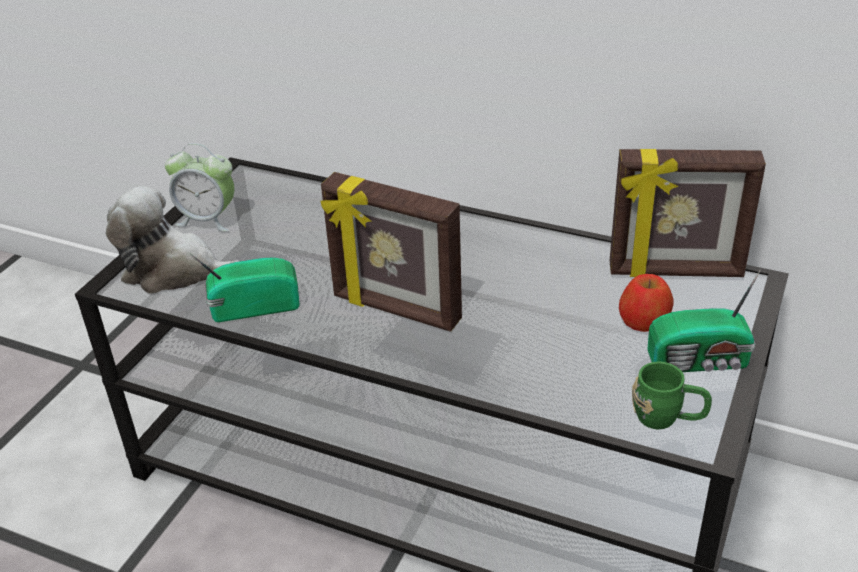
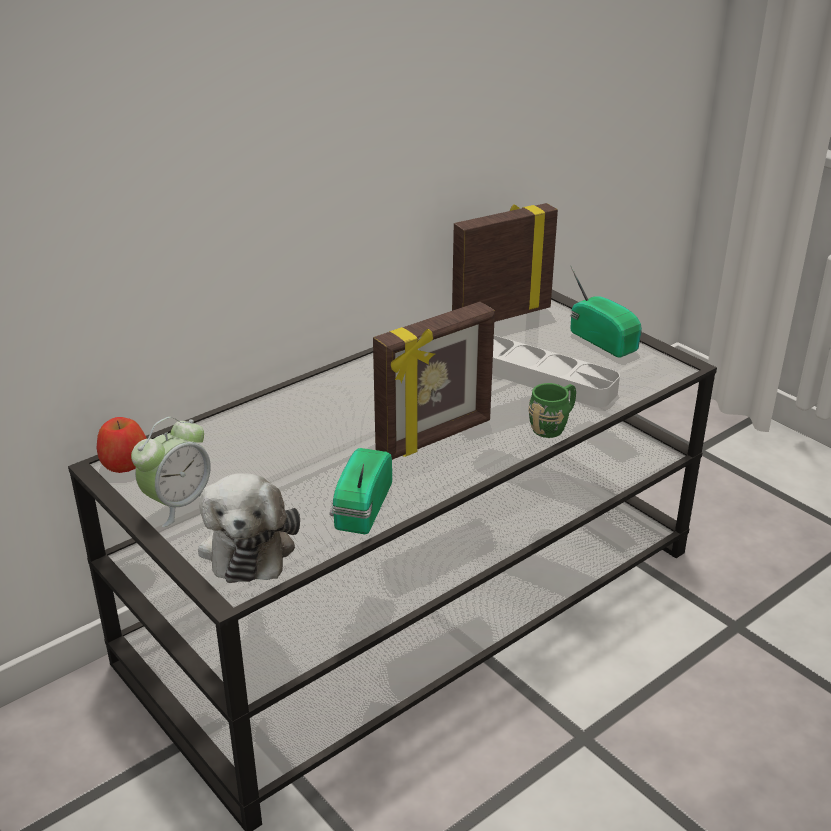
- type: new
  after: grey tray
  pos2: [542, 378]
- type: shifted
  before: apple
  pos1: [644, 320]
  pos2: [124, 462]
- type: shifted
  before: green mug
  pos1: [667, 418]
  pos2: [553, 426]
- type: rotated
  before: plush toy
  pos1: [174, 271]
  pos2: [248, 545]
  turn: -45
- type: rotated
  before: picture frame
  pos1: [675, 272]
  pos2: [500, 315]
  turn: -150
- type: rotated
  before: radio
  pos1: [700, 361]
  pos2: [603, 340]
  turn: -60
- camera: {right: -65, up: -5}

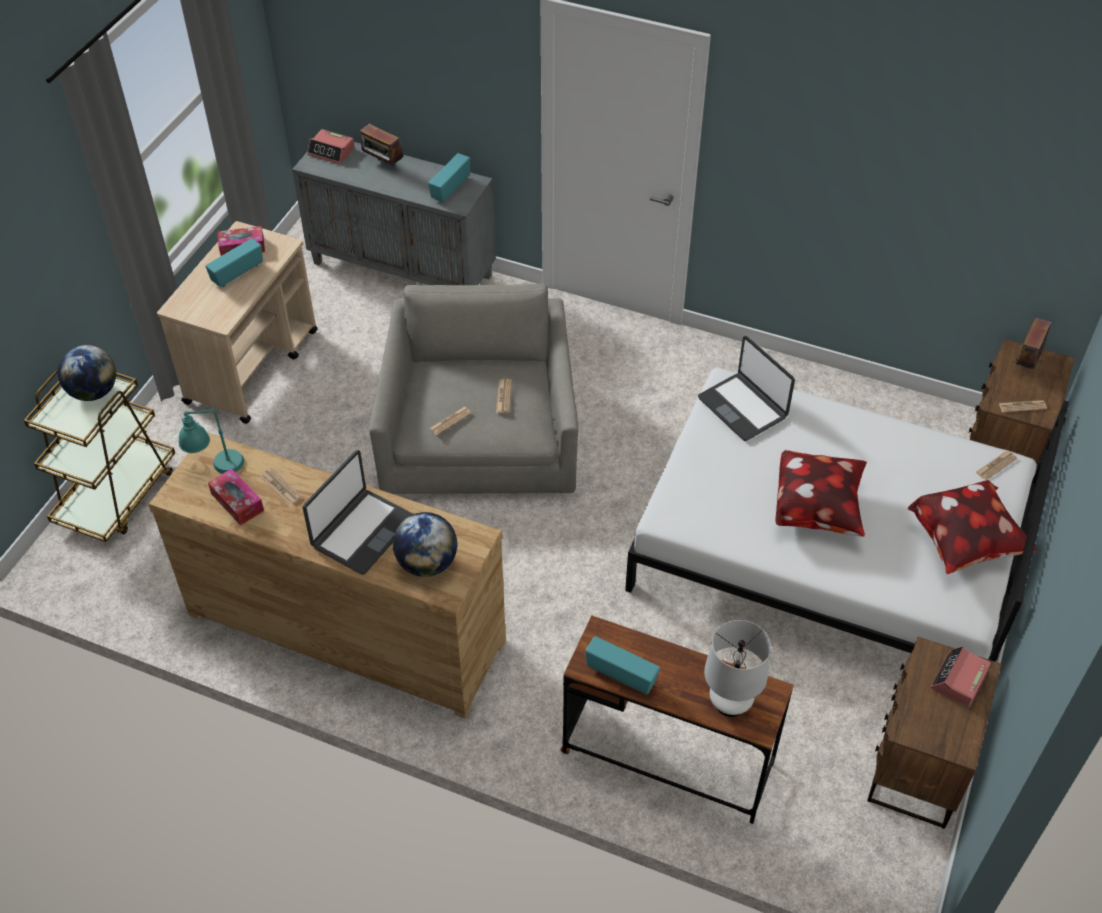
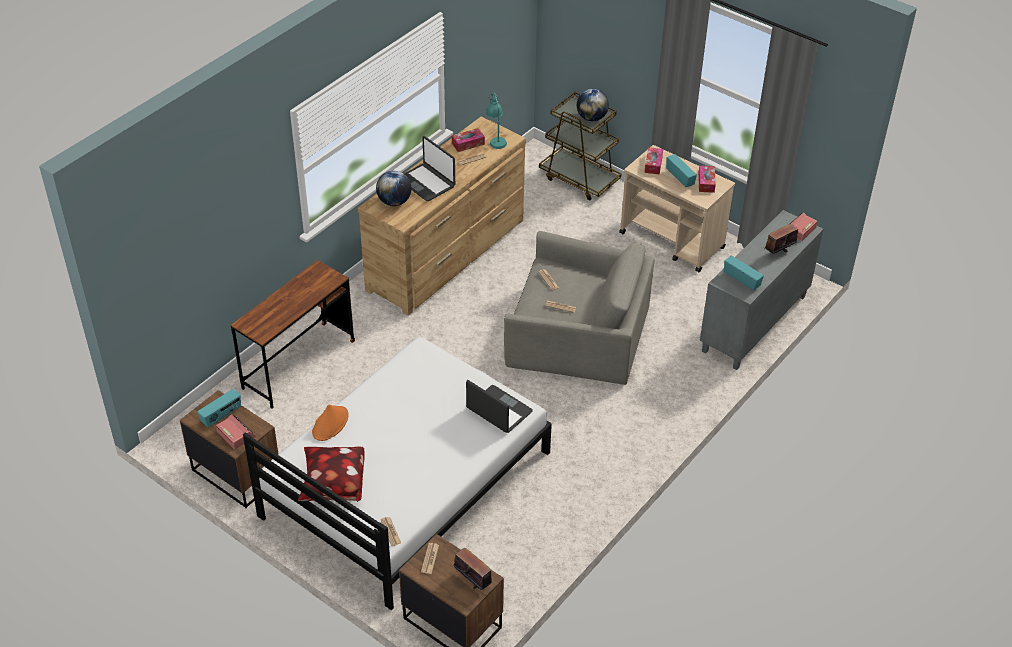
- type: gone
  before: white table lamp
  pos1: [730, 703]
- type: gone
  before: pillow
  pos1: [817, 509]
- type: new
  after: orange hat
  pos2: [330, 424]
- type: new
  after: tissue box
  pos2: [653, 164]
- type: shifted
  before: radio
  pos1: [621, 675]
  pos2: [221, 416]
- type: rotated
  before: laptop
  pos1: [743, 407]
  pos2: [498, 411]
  turn: 60
- camera: {right: 105, up: -5}

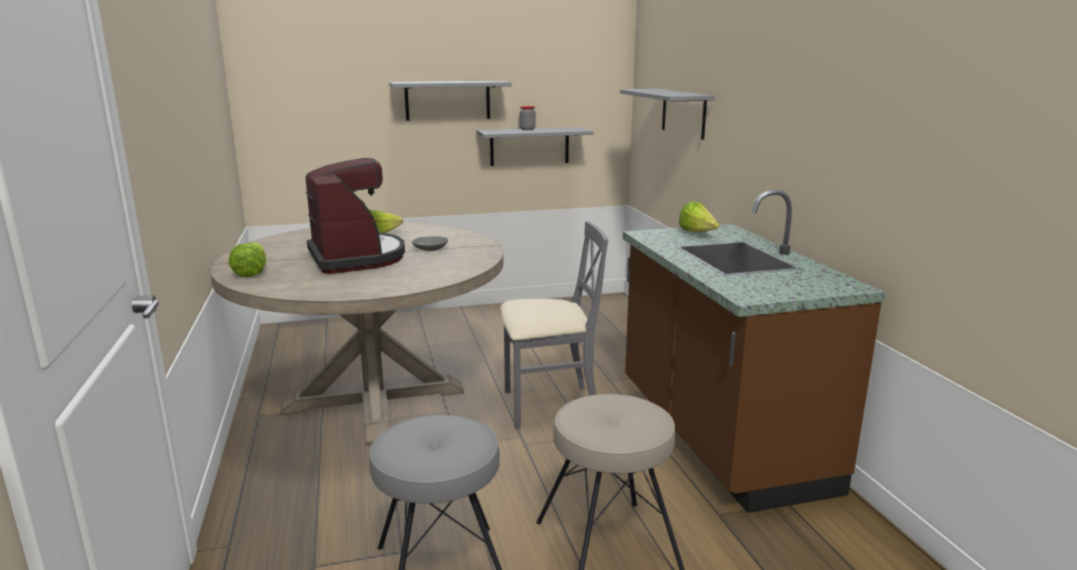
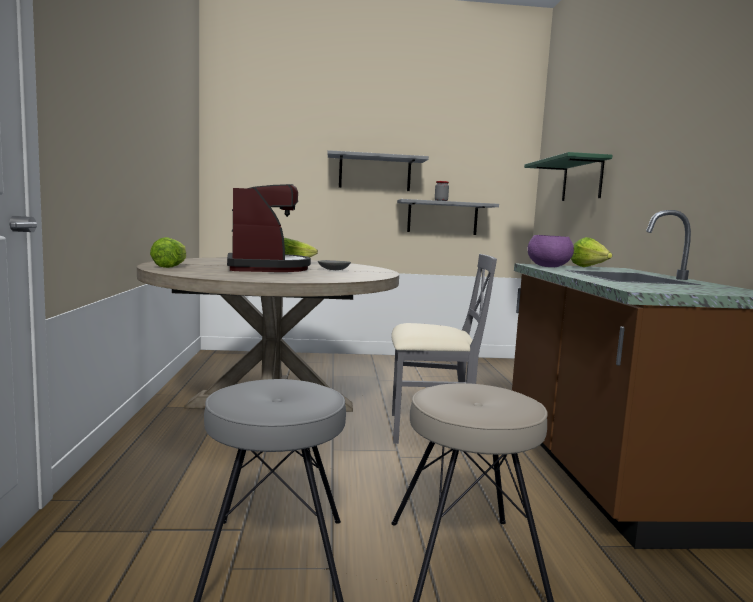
- type: new
  after: purple bowl
  pos2: [548, 266]
- type: repainted
  before: grey shelf
  after: green shelf
  pos1: [683, 113]
  pos2: [582, 180]
- camera: {right: 10, up: -10}

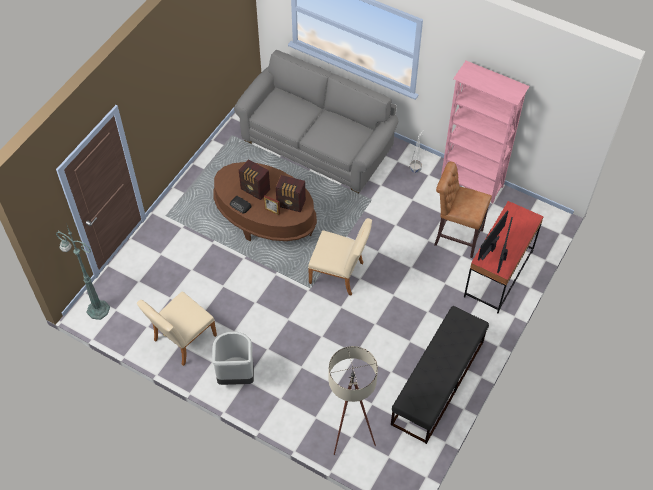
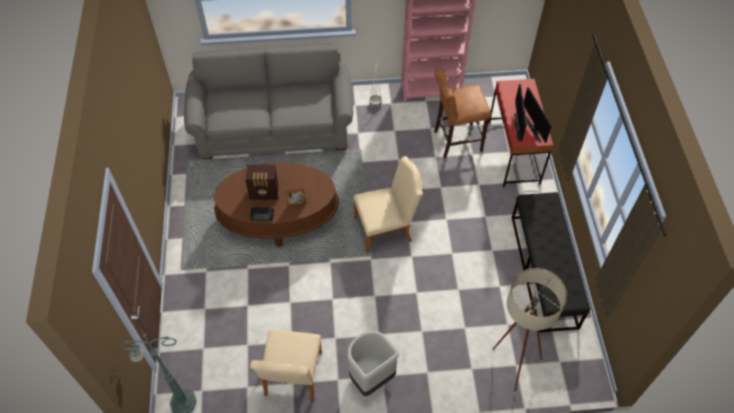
- type: gone
  before: radio
  pos1: [291, 204]
- camera: {right: -35, up: 0}

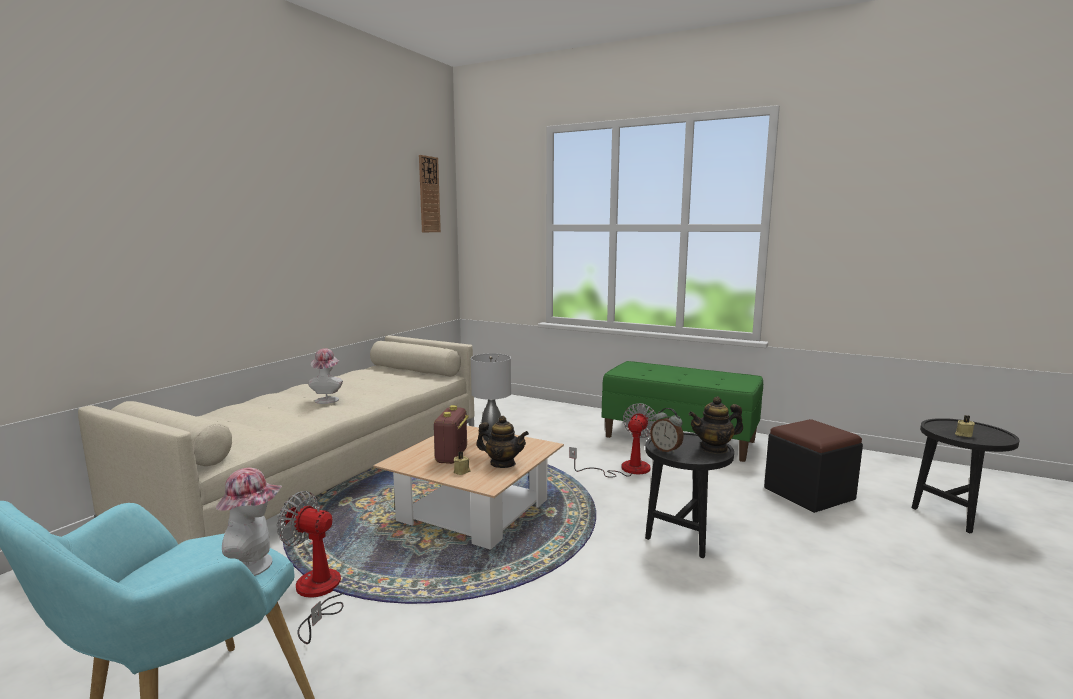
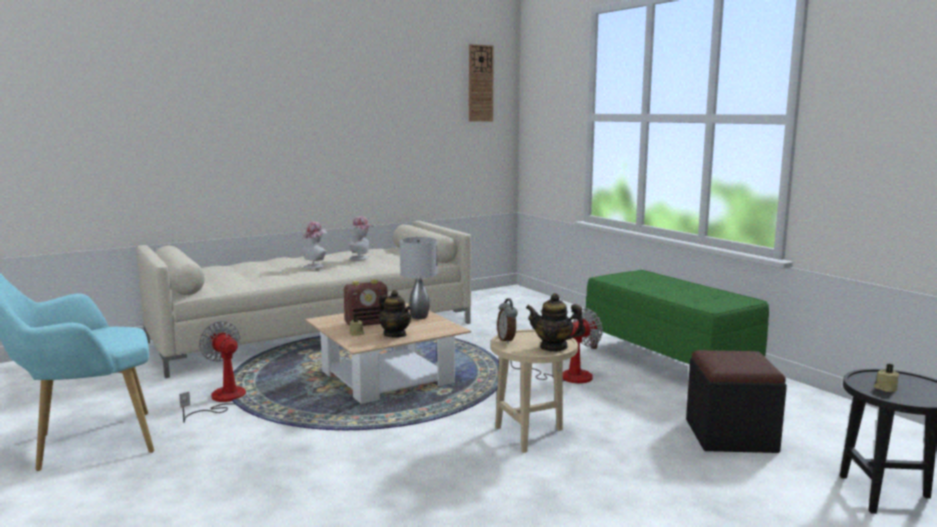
- type: shifted
  before: hat
  pos1: [255, 565]
  pos2: [361, 258]
- type: repainted
  before: black side table
  after: beige side table
  pos1: [684, 536]
  pos2: [532, 435]
- type: rotated
  before: radio
  pos1: [451, 456]
  pos2: [367, 323]
  turn: -150
- camera: {right: 30, up: 0}

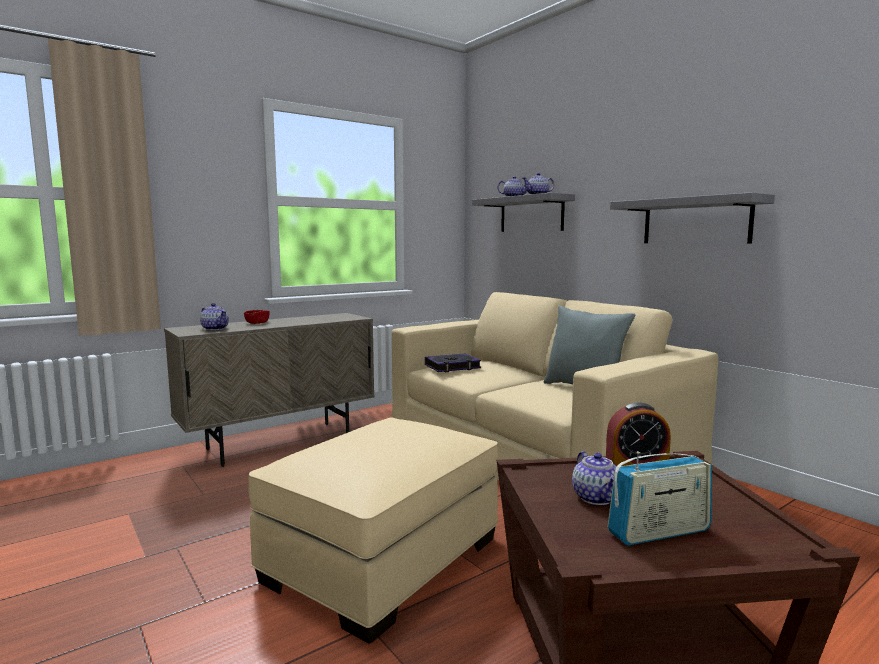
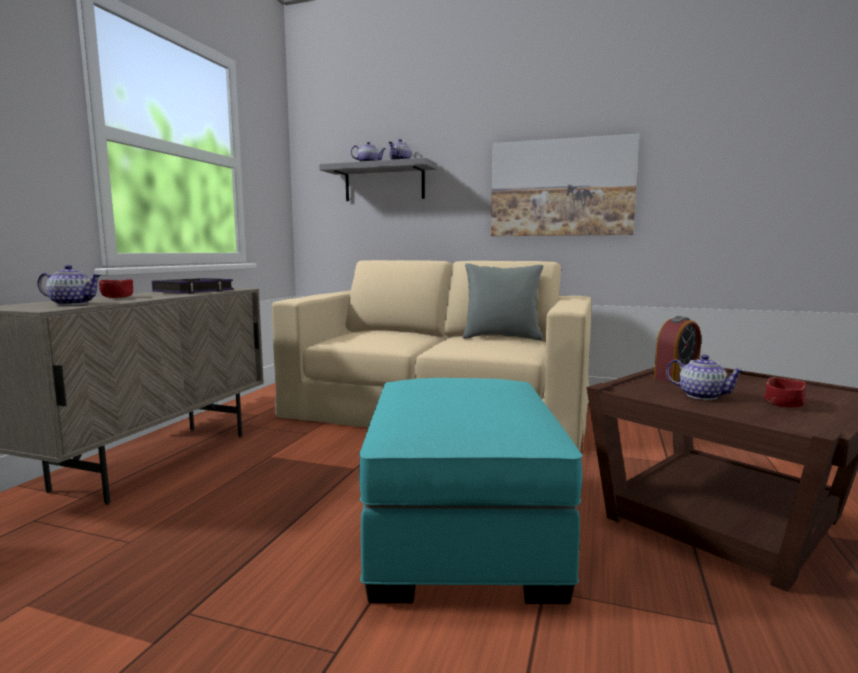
- type: shifted
  before: book
  pos1: [452, 367]
  pos2: [194, 291]
- type: swapped
  before: radio
  after: red bowl
  pos1: [659, 532]
  pos2: [783, 404]
- type: swapped
  before: grey shelf
  after: picture
  pos1: [695, 221]
  pos2: [561, 188]
- type: repainted
  before: beige ottoman
  after: turquoise ottoman
  pos1: [382, 560]
  pos2: [461, 531]
- camera: {right: -35, up: 0}

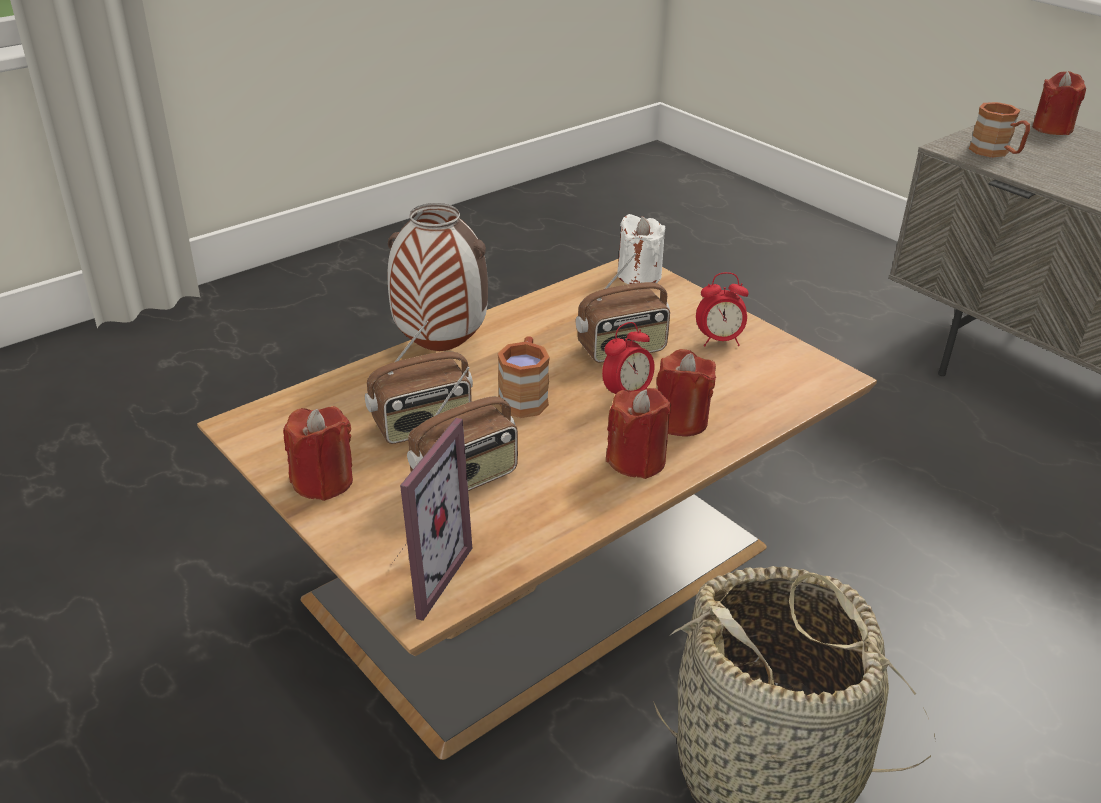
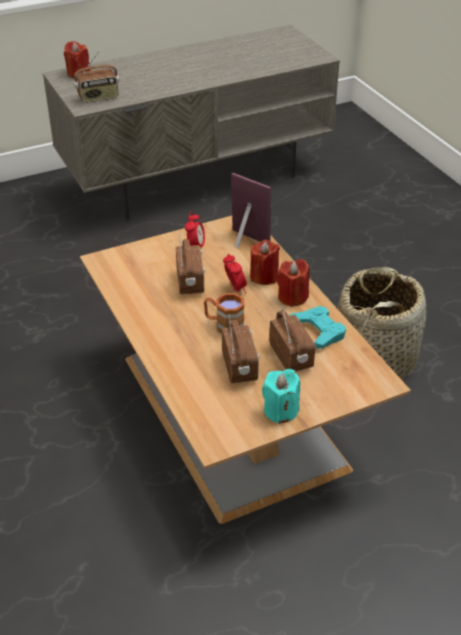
- type: gone
  before: vase
  pos1: [439, 350]
- type: gone
  before: white candle
  pos1: [639, 276]
- type: new
  after: turquoise game controller
  pos2: [319, 331]
- type: shifted
  before: picture frame
  pos1: [420, 574]
  pos2: [244, 242]
- type: swapped
  before: brown mug
  after: radio
  pos1: [995, 153]
  pos2: [98, 98]
- type: repainted
  before: red candle
  after: turquoise candle
  pos1: [323, 481]
  pos2: [280, 411]
- camera: {right: -75, up: 5}

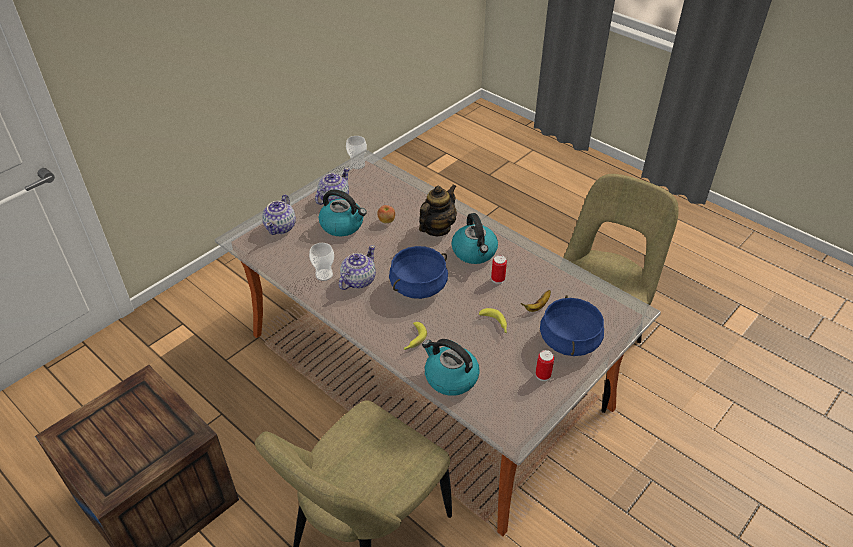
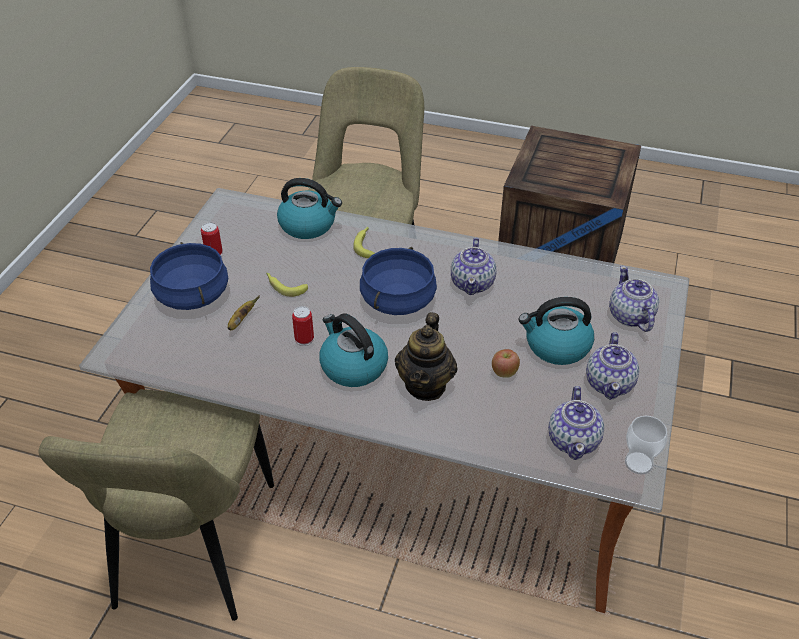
- type: gone
  before: cup
  pos1: [324, 275]
- type: new
  after: teapot
  pos2: [574, 440]
- camera: {right: 155, up: 0}

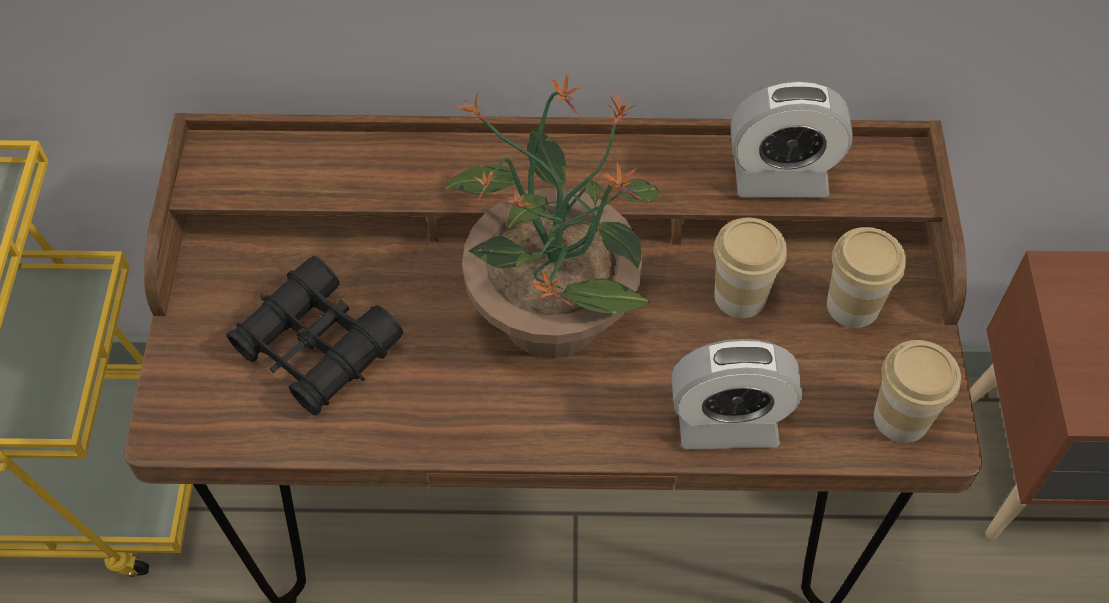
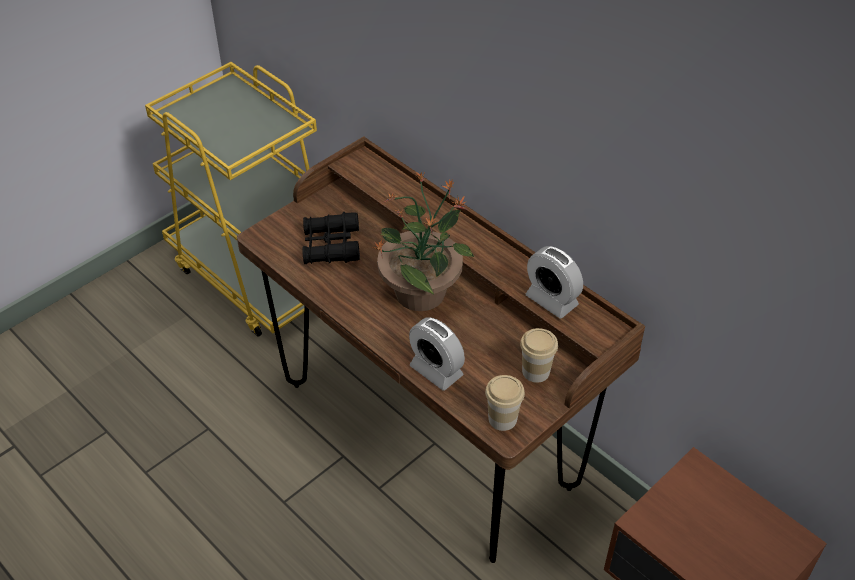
- type: gone
  before: cup
  pos1: [740, 296]
- camera: {right: 45, up: -10}

